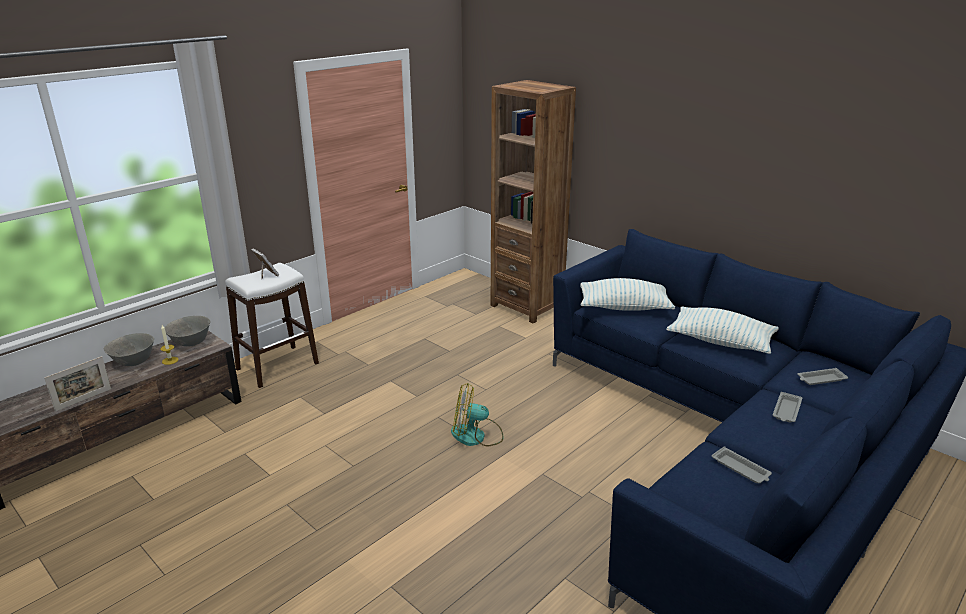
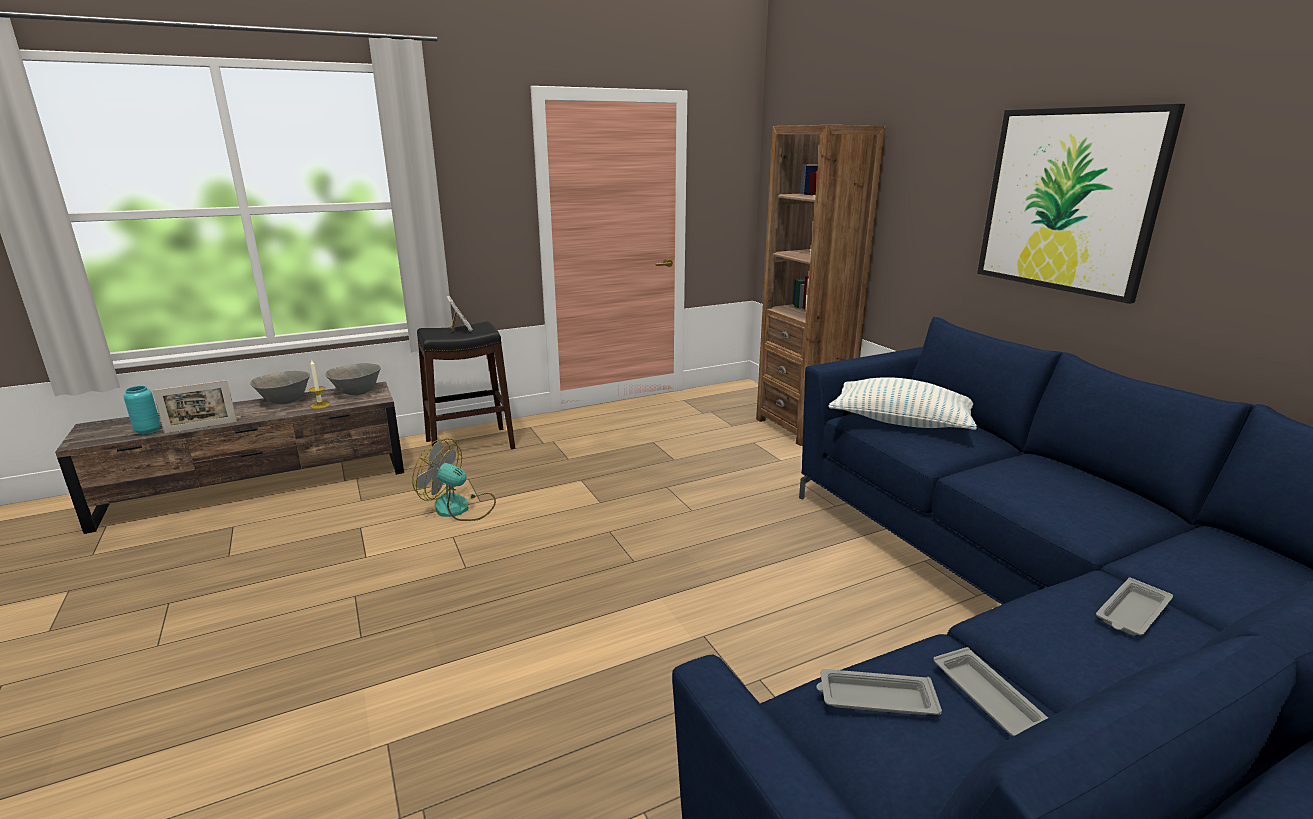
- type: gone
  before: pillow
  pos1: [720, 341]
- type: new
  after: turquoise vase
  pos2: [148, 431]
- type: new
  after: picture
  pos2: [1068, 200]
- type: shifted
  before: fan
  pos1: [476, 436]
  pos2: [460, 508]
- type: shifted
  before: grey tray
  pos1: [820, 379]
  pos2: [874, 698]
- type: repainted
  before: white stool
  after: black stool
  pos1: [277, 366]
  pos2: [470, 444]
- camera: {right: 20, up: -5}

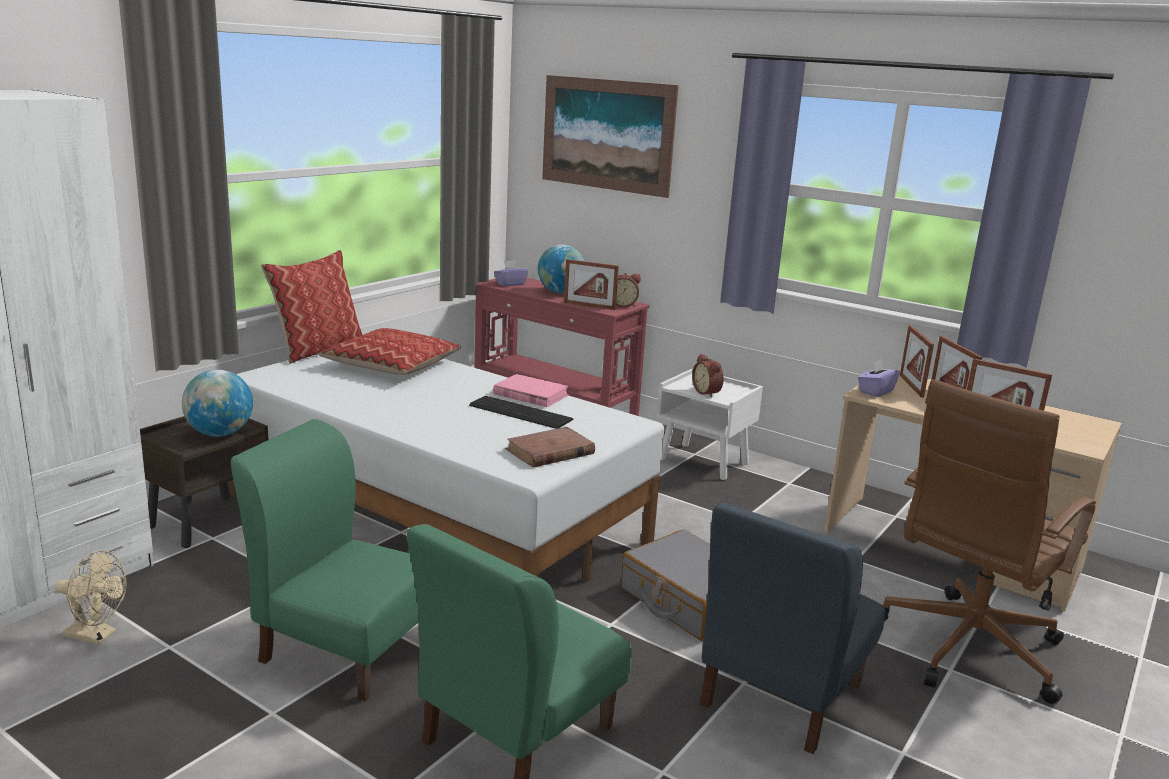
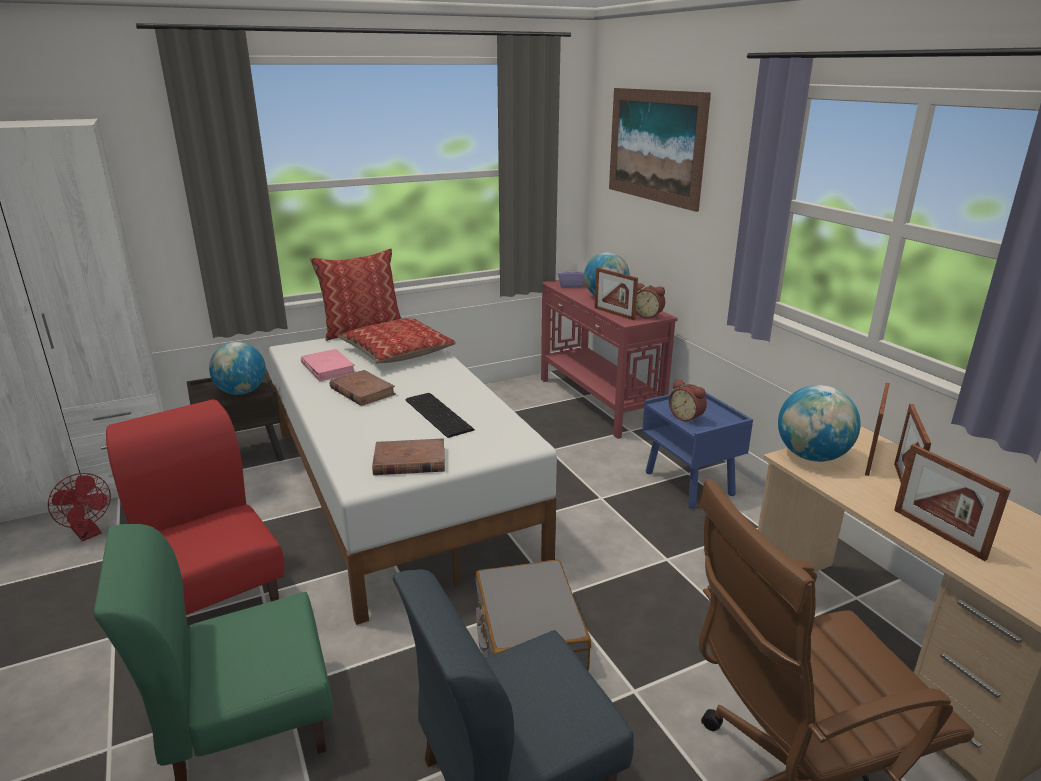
- type: new
  after: brown book
  pos2: [362, 391]
- type: shifted
  before: pink book
  pos1: [530, 395]
  pos2: [328, 368]
- type: swapped
  before: purple tissue box
  after: globe
  pos1: [875, 391]
  pos2: [812, 456]
- type: repainted
  before: beige fan
  after: red fan
  pos1: [96, 635]
  pos2: [89, 533]
- type: repainted
  before: green chair
  after: red chair
  pos1: [345, 648]
  pos2: [215, 594]
- type: repainted
  before: white nightstand
  after: blue nightstand
  pos1: [704, 462]
  pos2: [690, 484]
- type: rotated
  before: alarm clock
  pos1: [707, 392]
  pos2: [687, 417]
  turn: -45
- camera: {right: 30, up: 5}

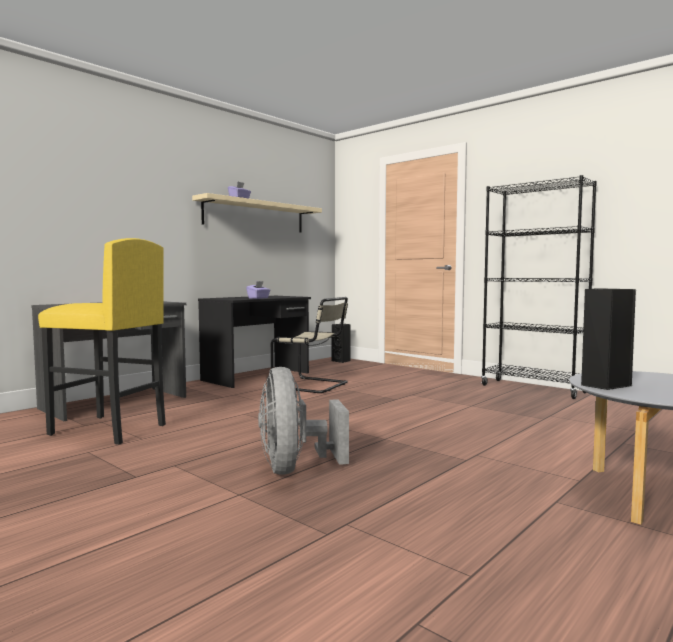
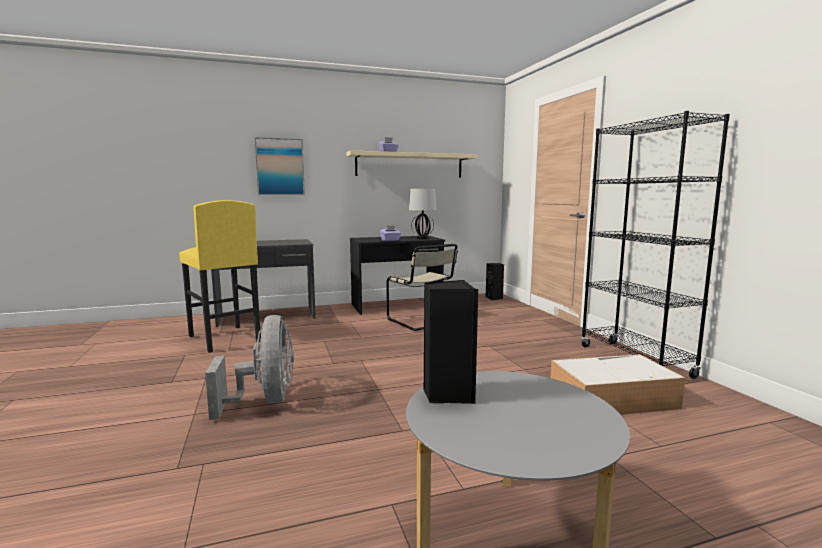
- type: new
  after: picture
  pos2: [280, 167]
- type: new
  after: table lamp
  pos2: [422, 238]
- type: new
  after: storage box
  pos2: [613, 398]
- type: rotated
  before: grey fan
  pos1: [294, 468]
  pos2: [265, 401]
  turn: 150
- camera: {right: 30, up: 5}

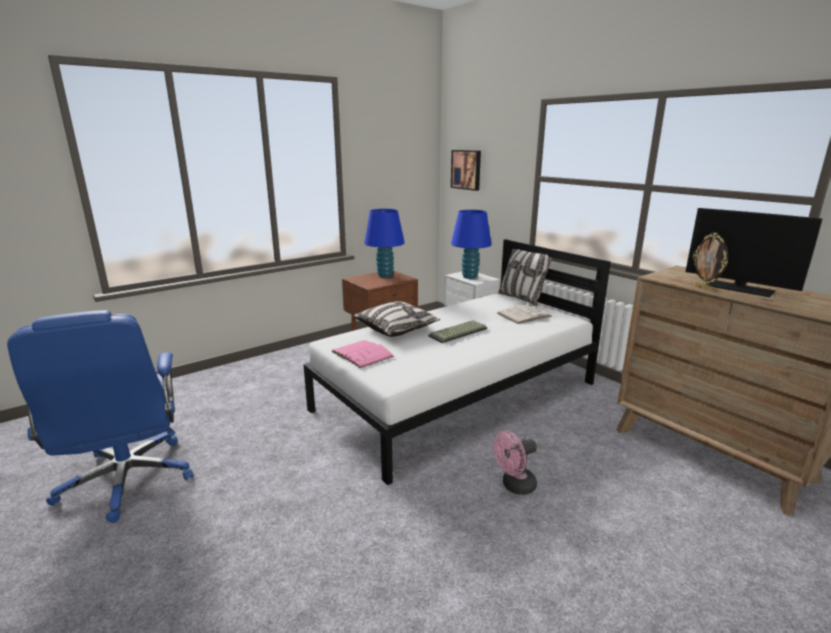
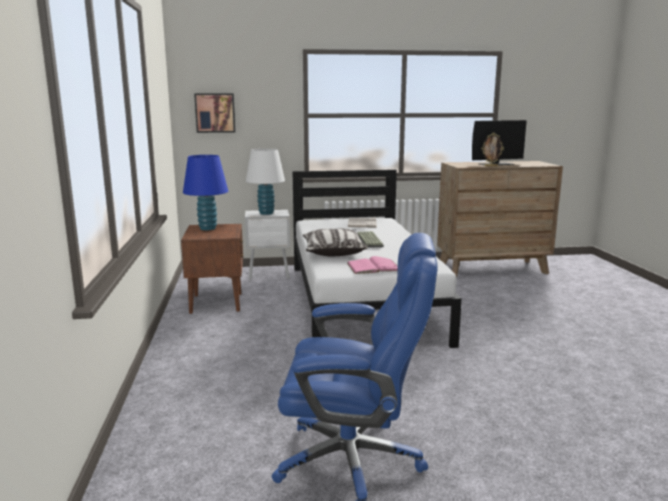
- type: gone
  before: pink fan
  pos1: [514, 486]
- type: gone
  before: pillow
  pos1: [521, 298]
- type: repainted
  before: blue table lamp
  after: white table lamp
  pos1: [470, 277]
  pos2: [266, 213]
- camera: {right: -60, up: -5}

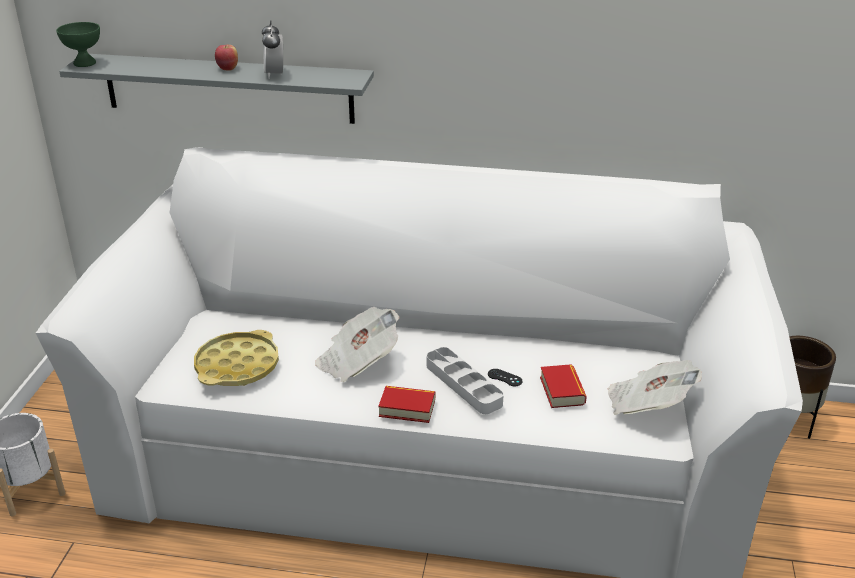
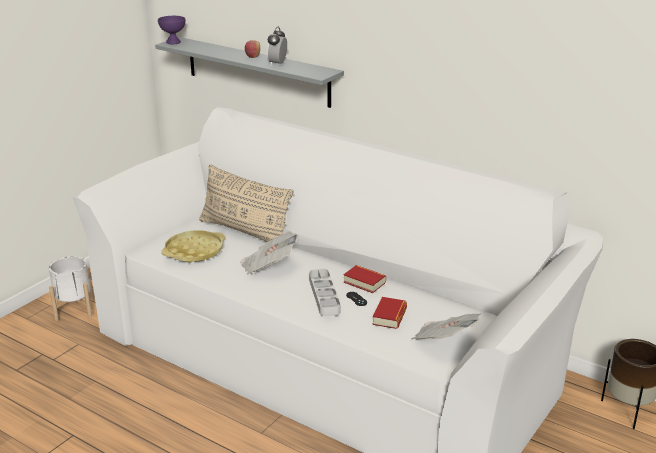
- type: new
  after: beige pillow
  pos2: [245, 232]
- type: shifted
  before: book
  pos1: [407, 408]
  pos2: [364, 282]
- type: repainted
  before: green bowl
  after: purple bowl
  pos1: [85, 63]
  pos2: [174, 42]
- camera: {right: 25, up: -5}

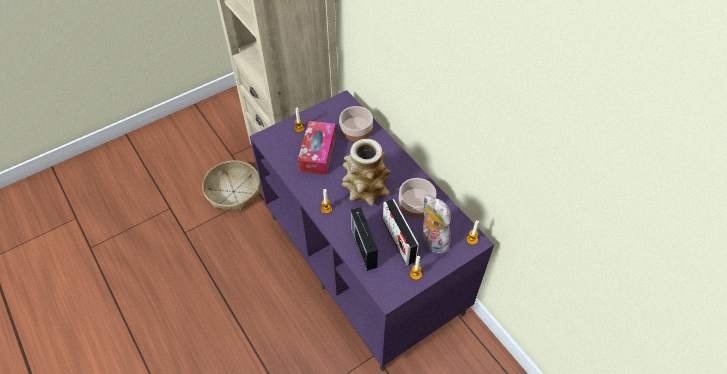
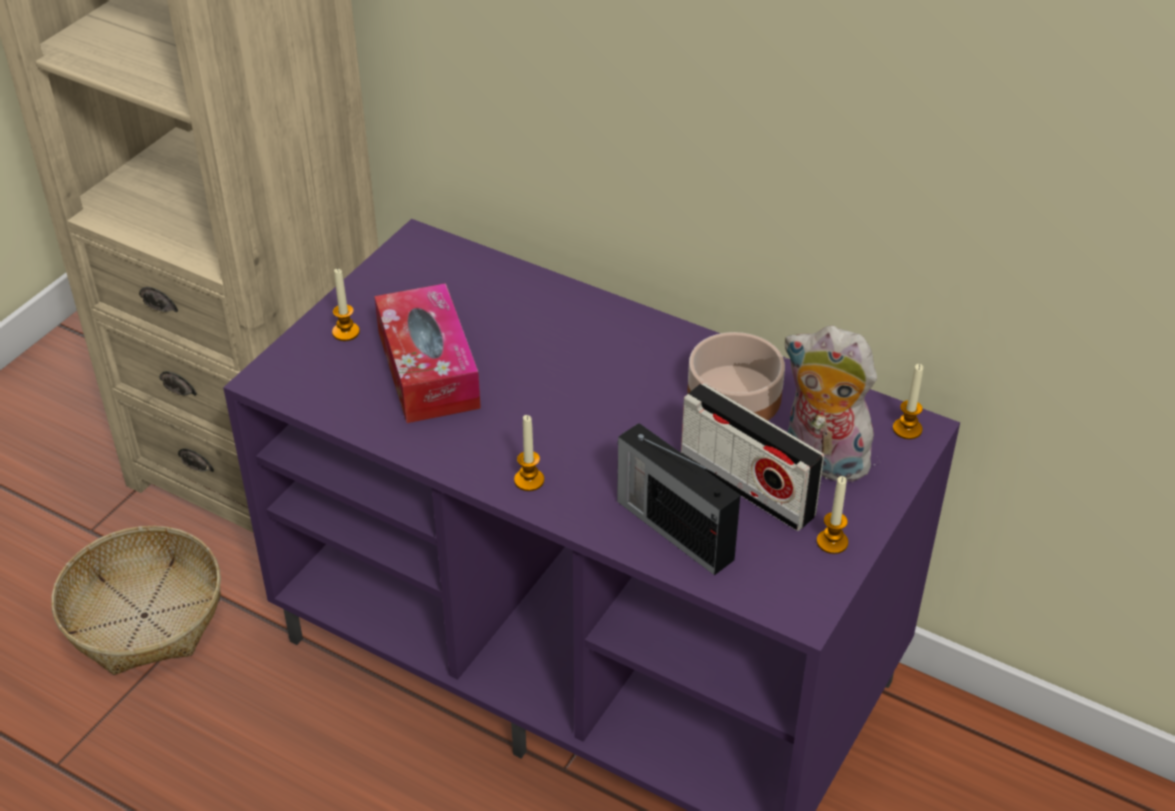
- type: gone
  before: bowl
  pos1: [356, 128]
- type: gone
  before: vase
  pos1: [365, 189]
- camera: {right: -25, up: -10}

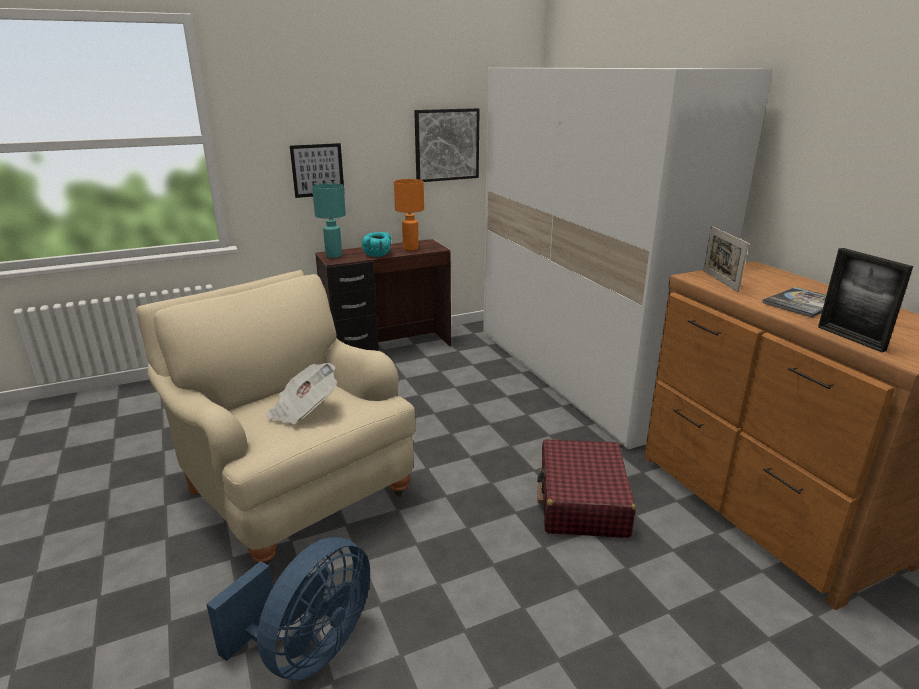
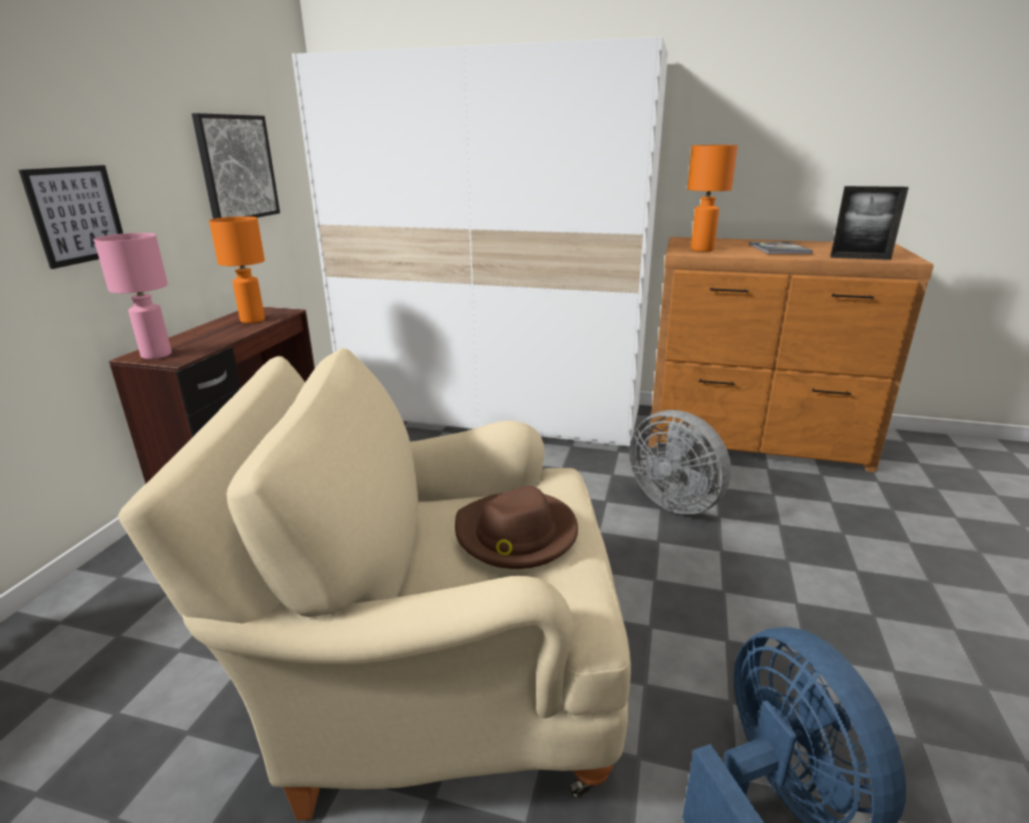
- type: gone
  before: turquoise bowl
  pos1: [378, 255]
- type: swapped
  before: newspaper
  after: brown hat
  pos1: [303, 410]
  pos2: [516, 534]
- type: swapped
  before: red suitcase
  after: grey fan
  pos1: [582, 501]
  pos2: [676, 501]
- type: swapped
  before: picture frame
  after: orange table lamp
  pos1: [720, 281]
  pos2: [702, 250]
- type: repainted
  before: turquoise table lamp
  after: pink table lamp
  pos1: [334, 256]
  pos2: [157, 355]
- camera: {right: -50, up: 0}

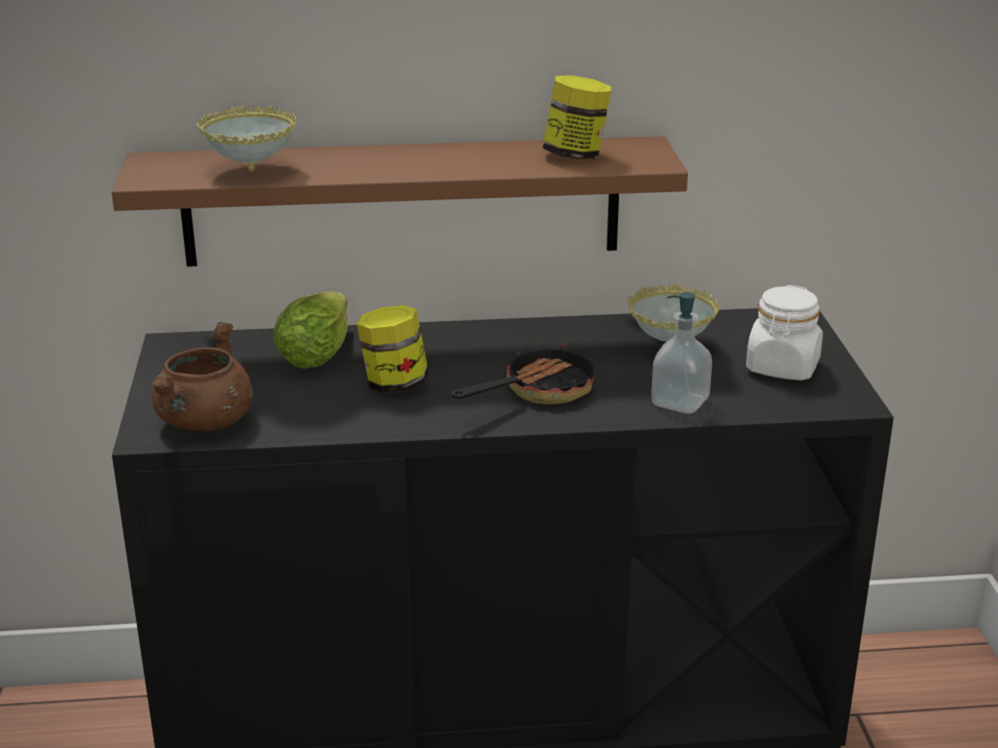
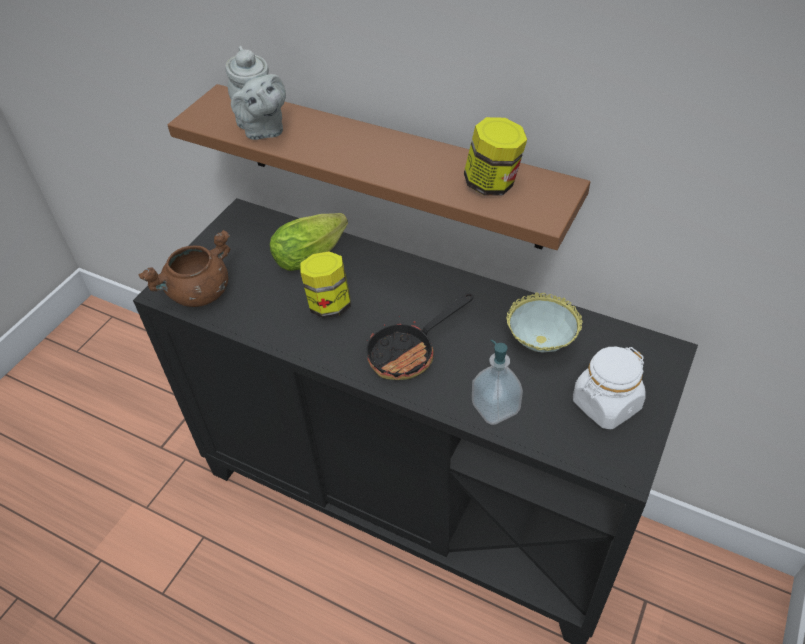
- type: swapped
  before: bowl
  after: grey teapot
  pos1: [251, 171]
  pos2: [262, 129]
- type: rotated
  before: frying pan
  pos1: [538, 392]
  pos2: [410, 352]
  turn: 150
- camera: {right: 35, up: 20}

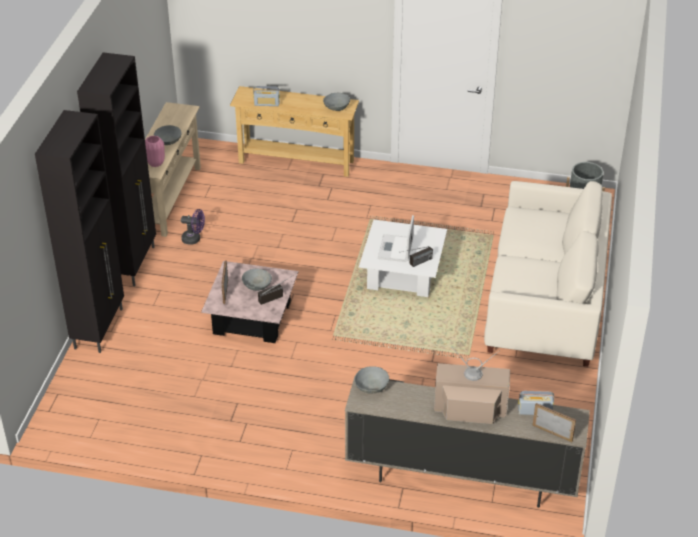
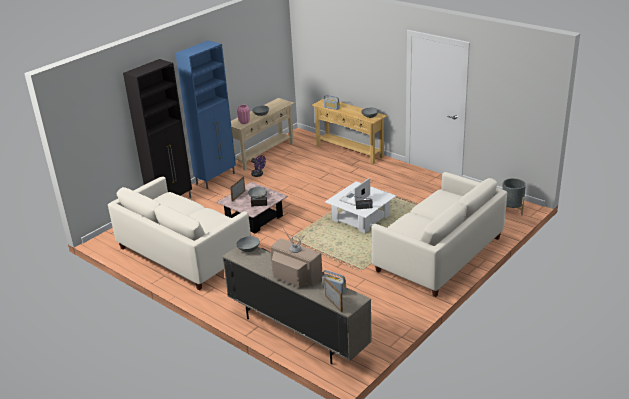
- type: new
  after: white sofa
  pos2: [183, 253]
- type: repainted
  before: black cabinet
  after: blue cabinet
  pos1: [133, 264]
  pos2: [216, 178]
- camera: {right: 30, up: -10}

